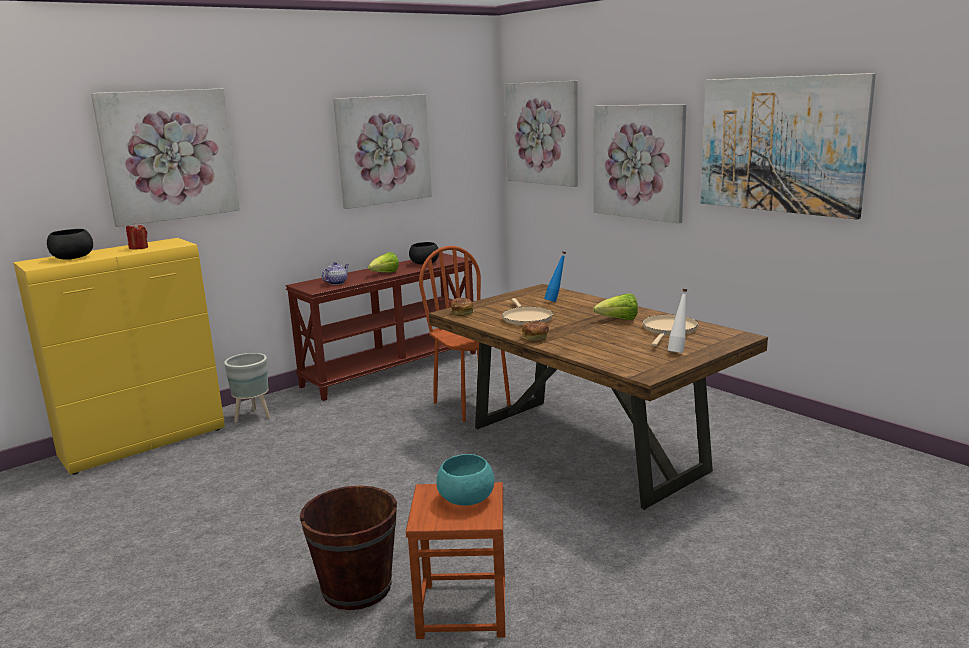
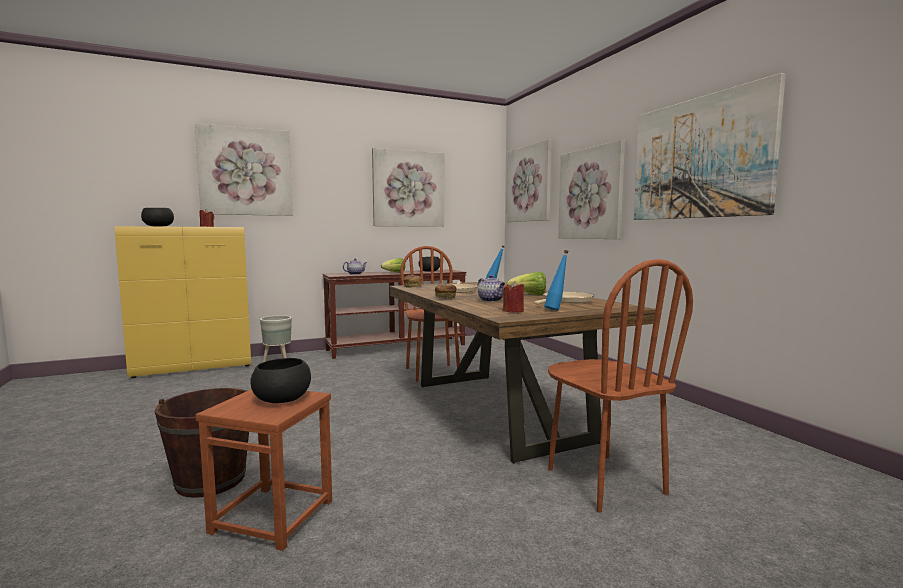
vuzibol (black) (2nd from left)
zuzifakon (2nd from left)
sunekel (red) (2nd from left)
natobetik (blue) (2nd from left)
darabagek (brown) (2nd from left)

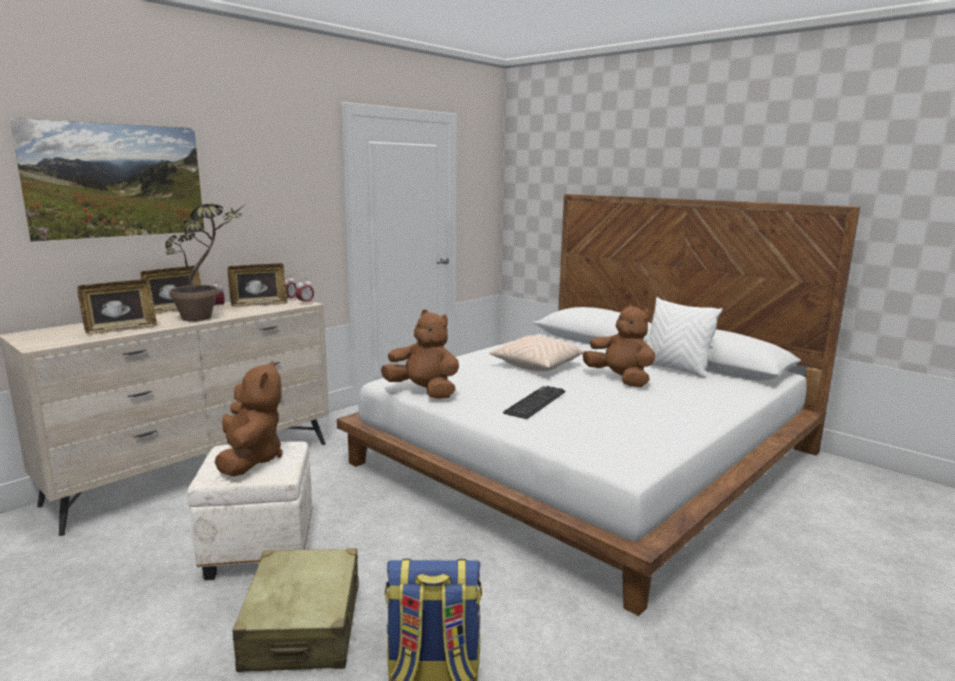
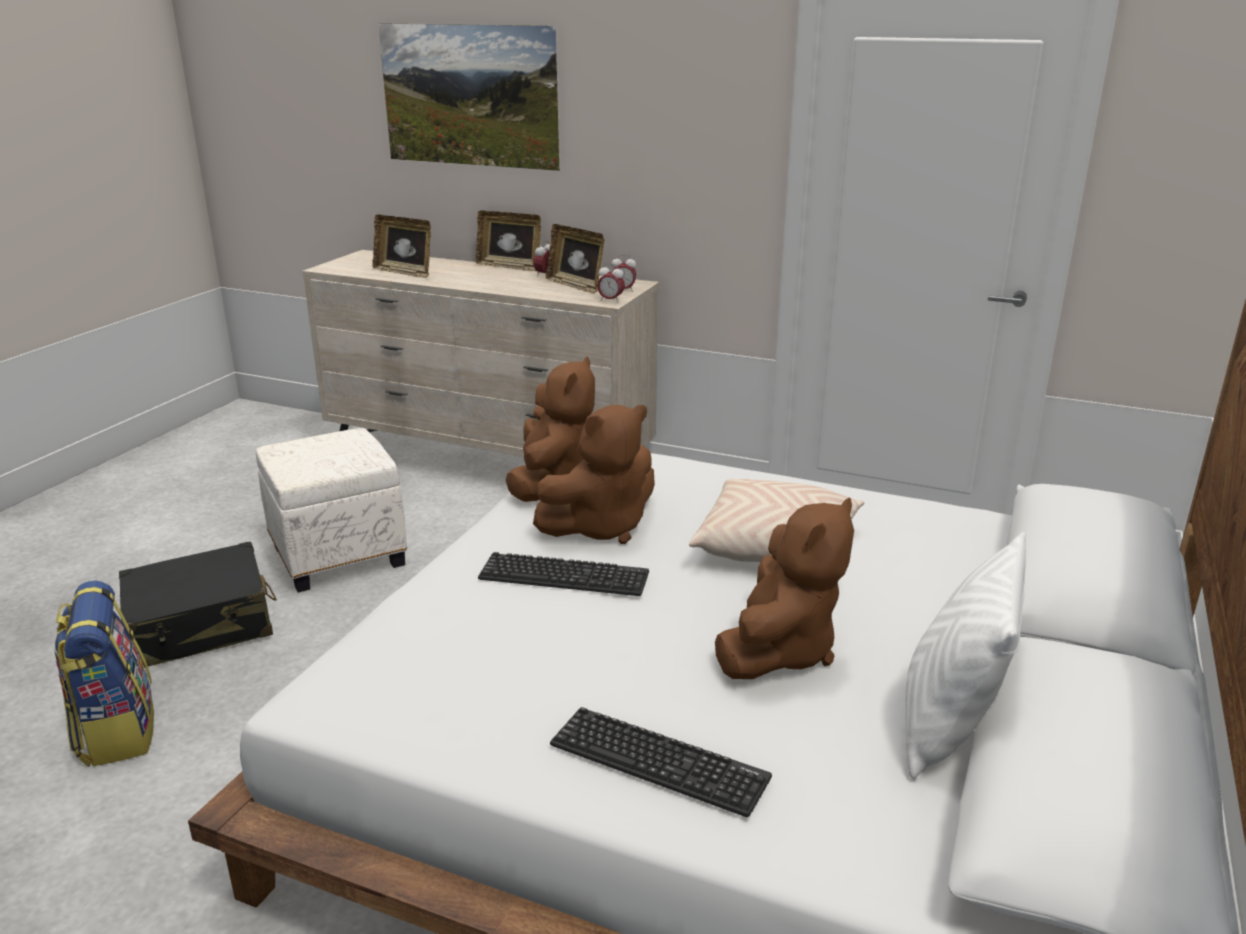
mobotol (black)
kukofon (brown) (2nd from left)
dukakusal (2nd from left)
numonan

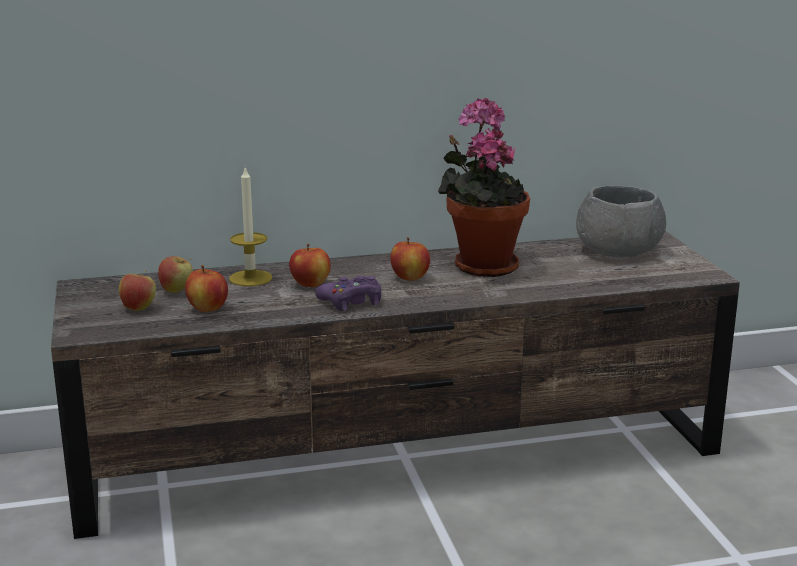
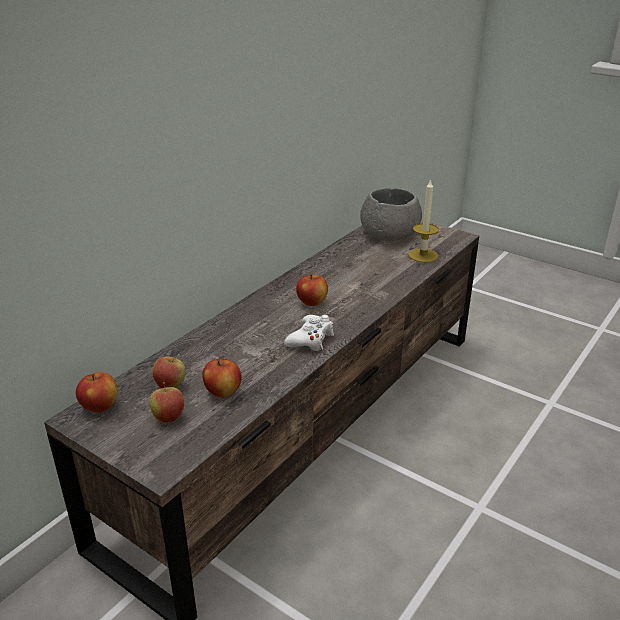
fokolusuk (1st from left)
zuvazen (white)
sunekel
numonan

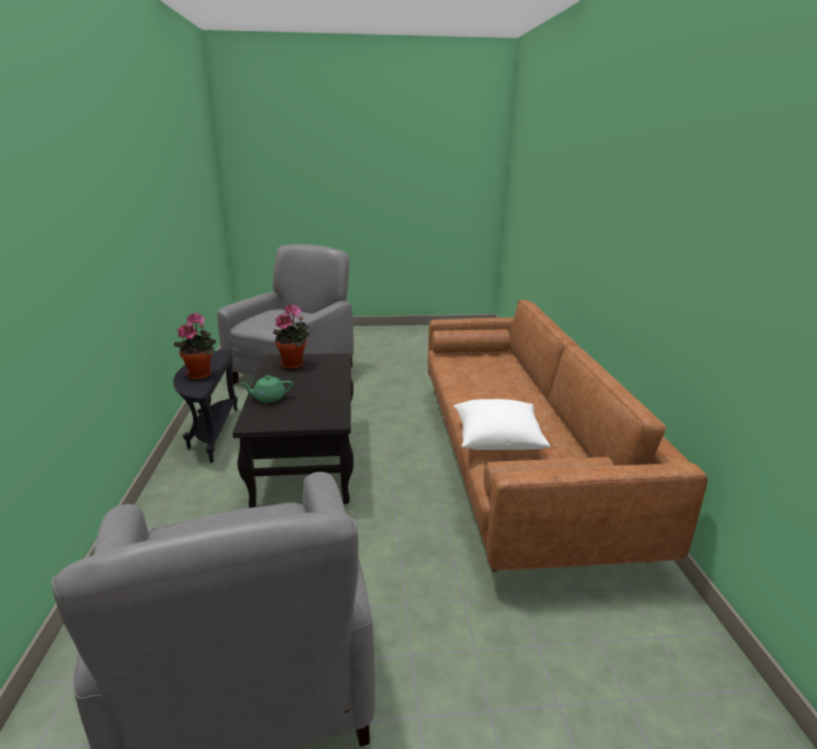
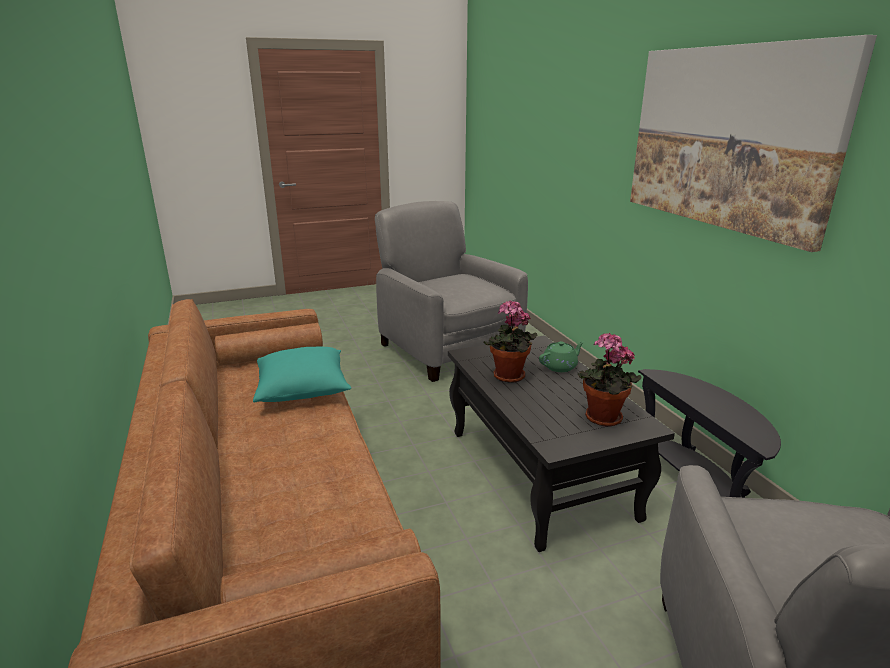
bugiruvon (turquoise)
numonan (1st from left)
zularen

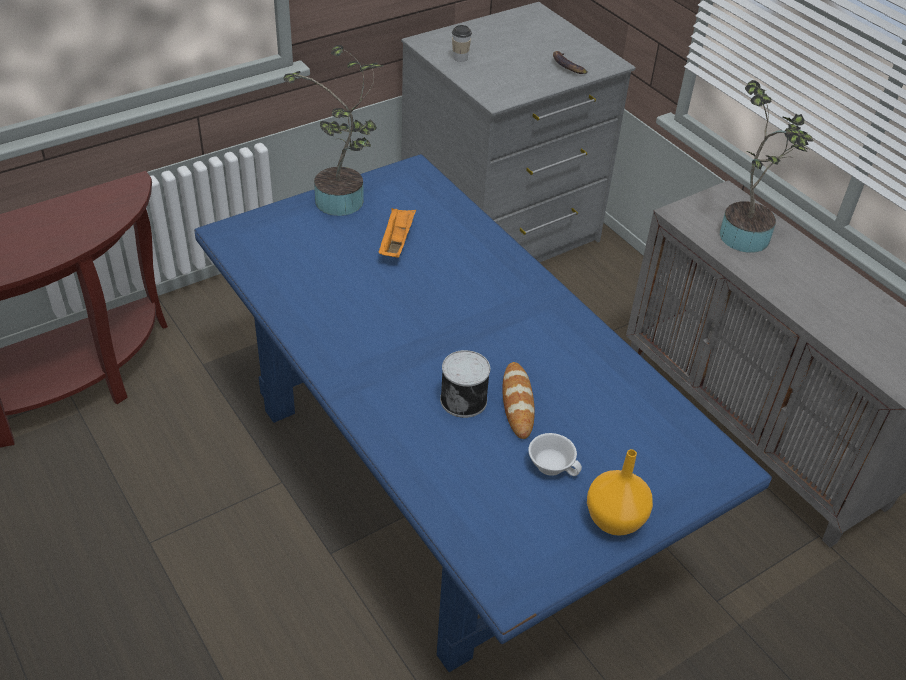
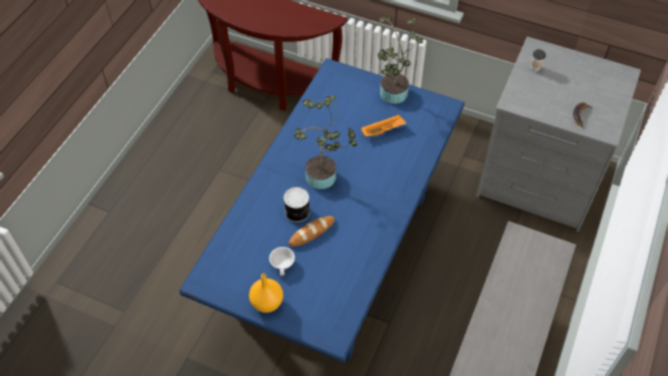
numonan (1st from left)

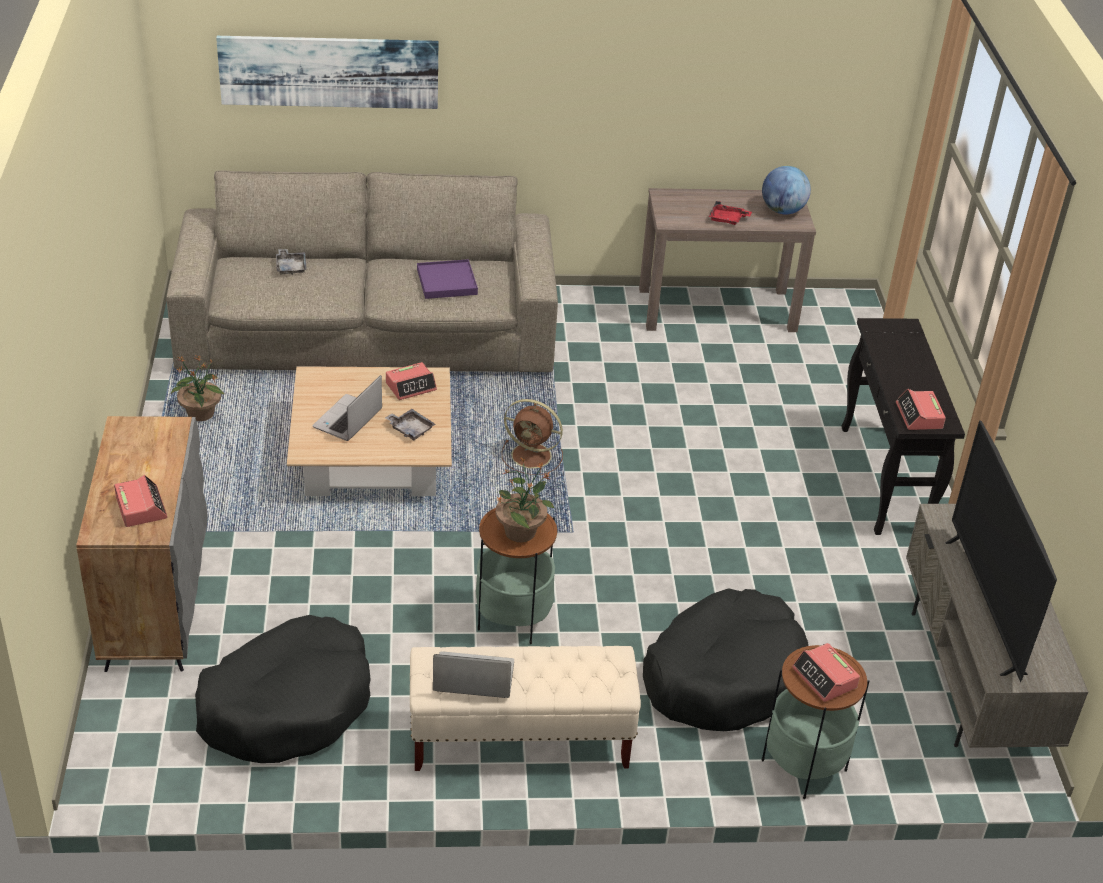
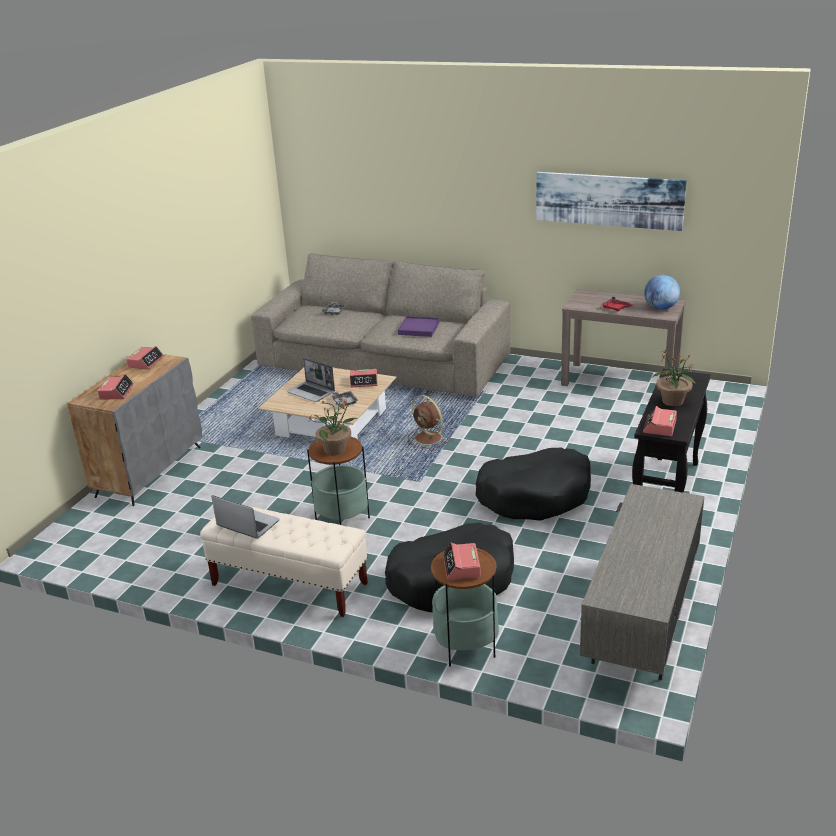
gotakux (2nd from left)
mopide (2nd from left)
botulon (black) (2nd from left)
zularen
numonan (2nd from left)
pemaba

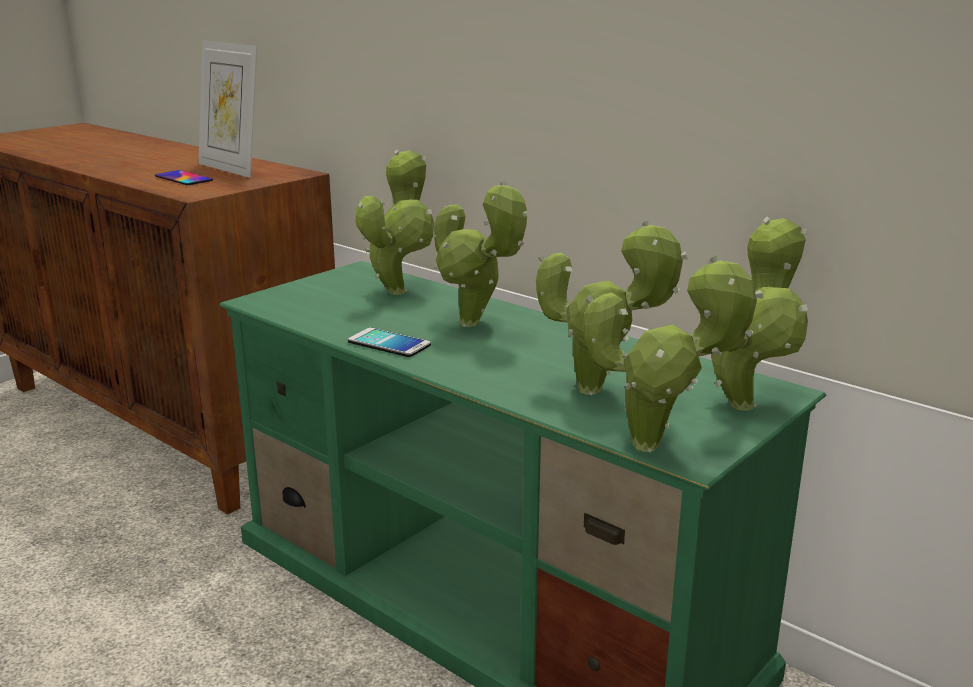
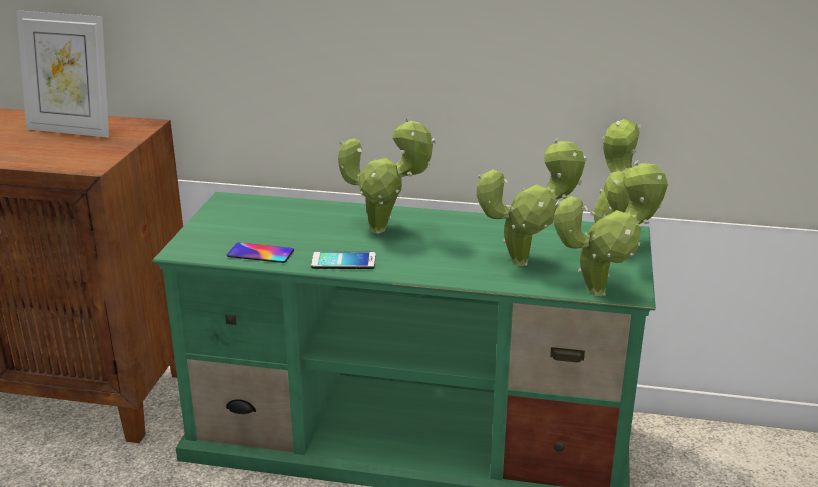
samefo (1st from left)
numonan (1st from left in the first image)

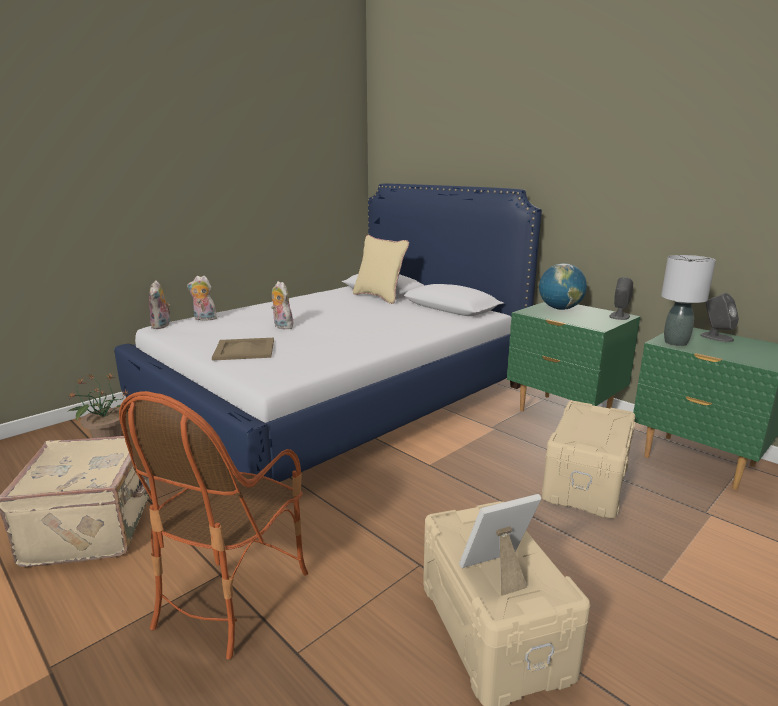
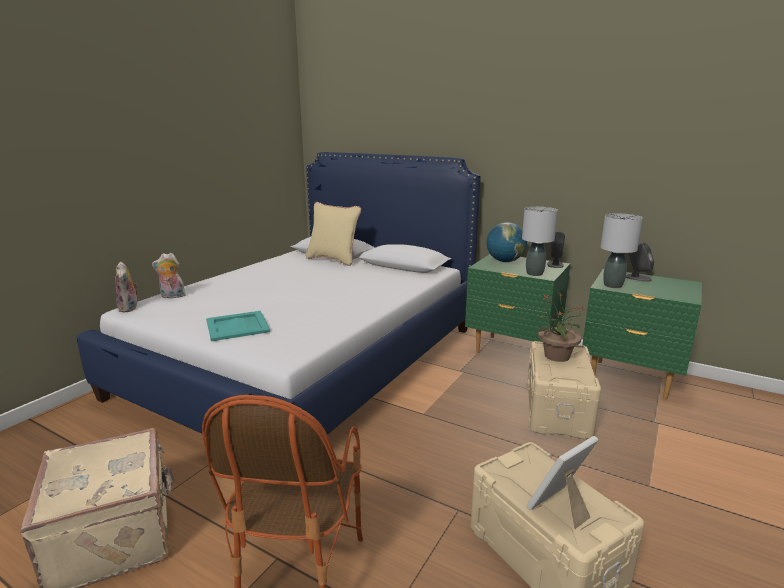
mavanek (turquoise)
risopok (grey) (1st from left)
numonan
kukofon (3rd from left in the first image)

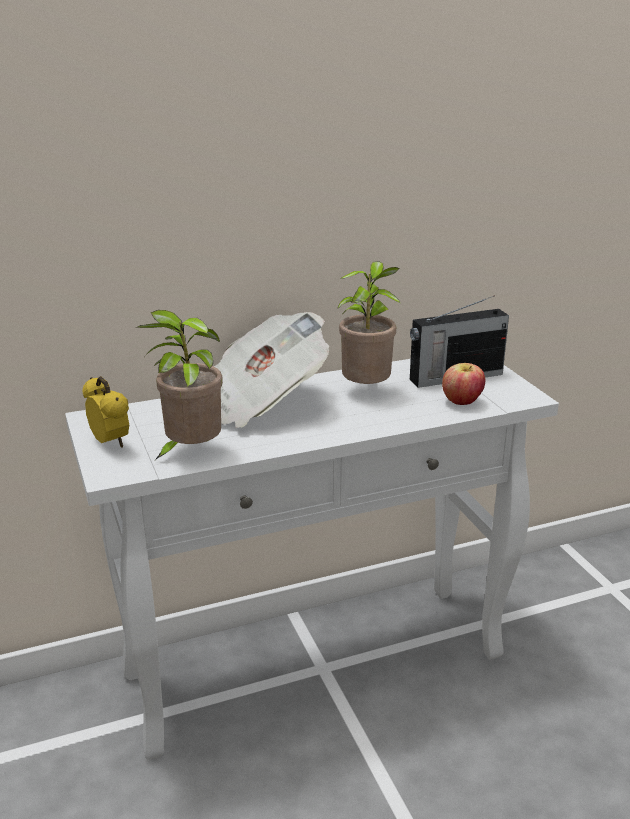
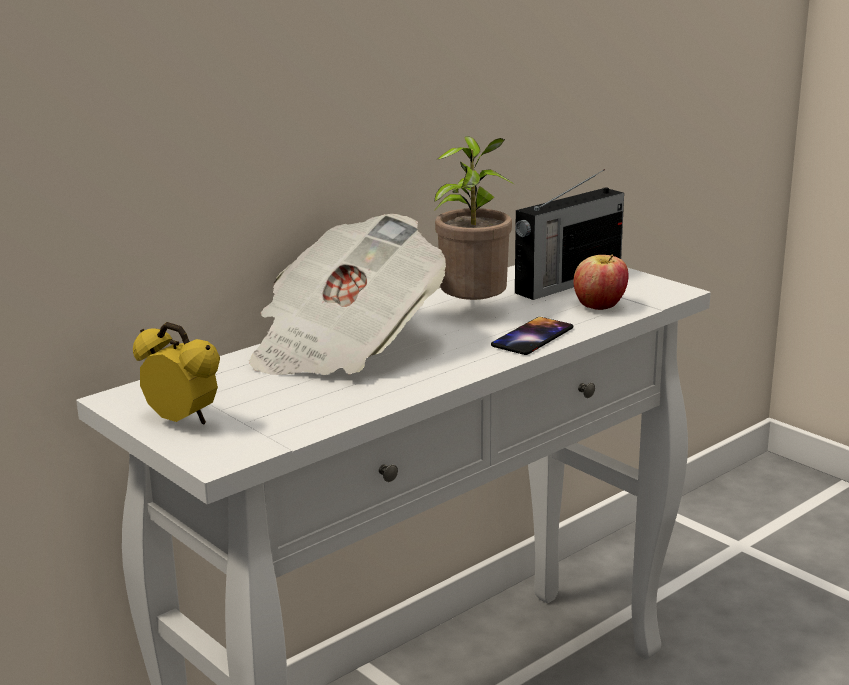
samefo
numonan (1st from left in the first image)

